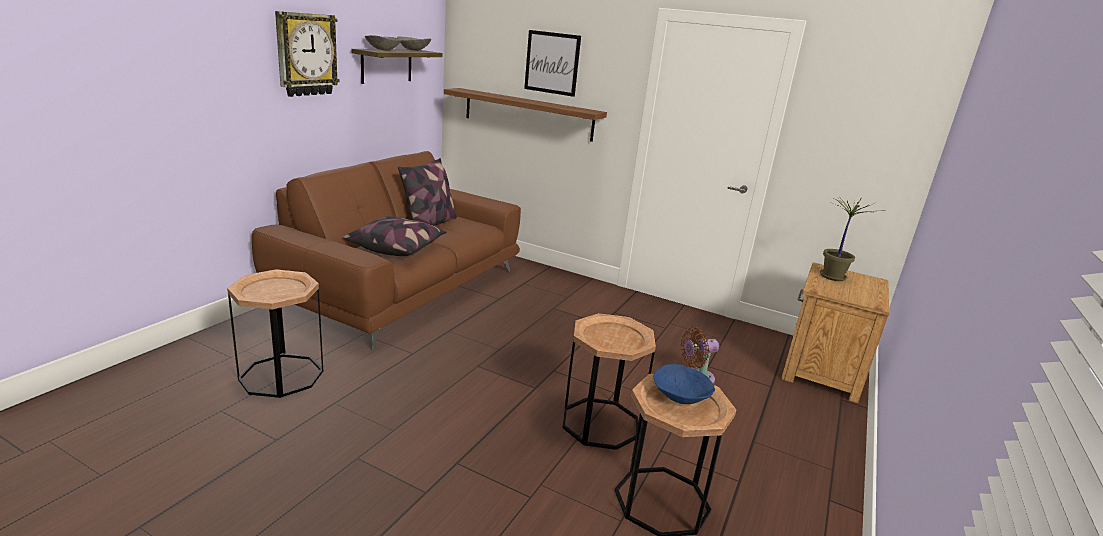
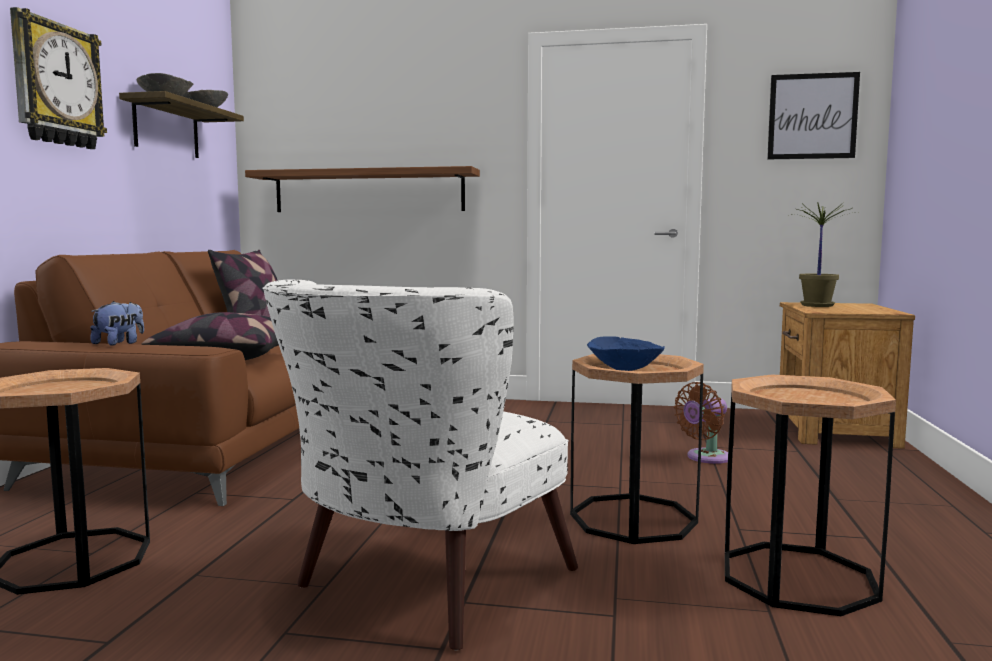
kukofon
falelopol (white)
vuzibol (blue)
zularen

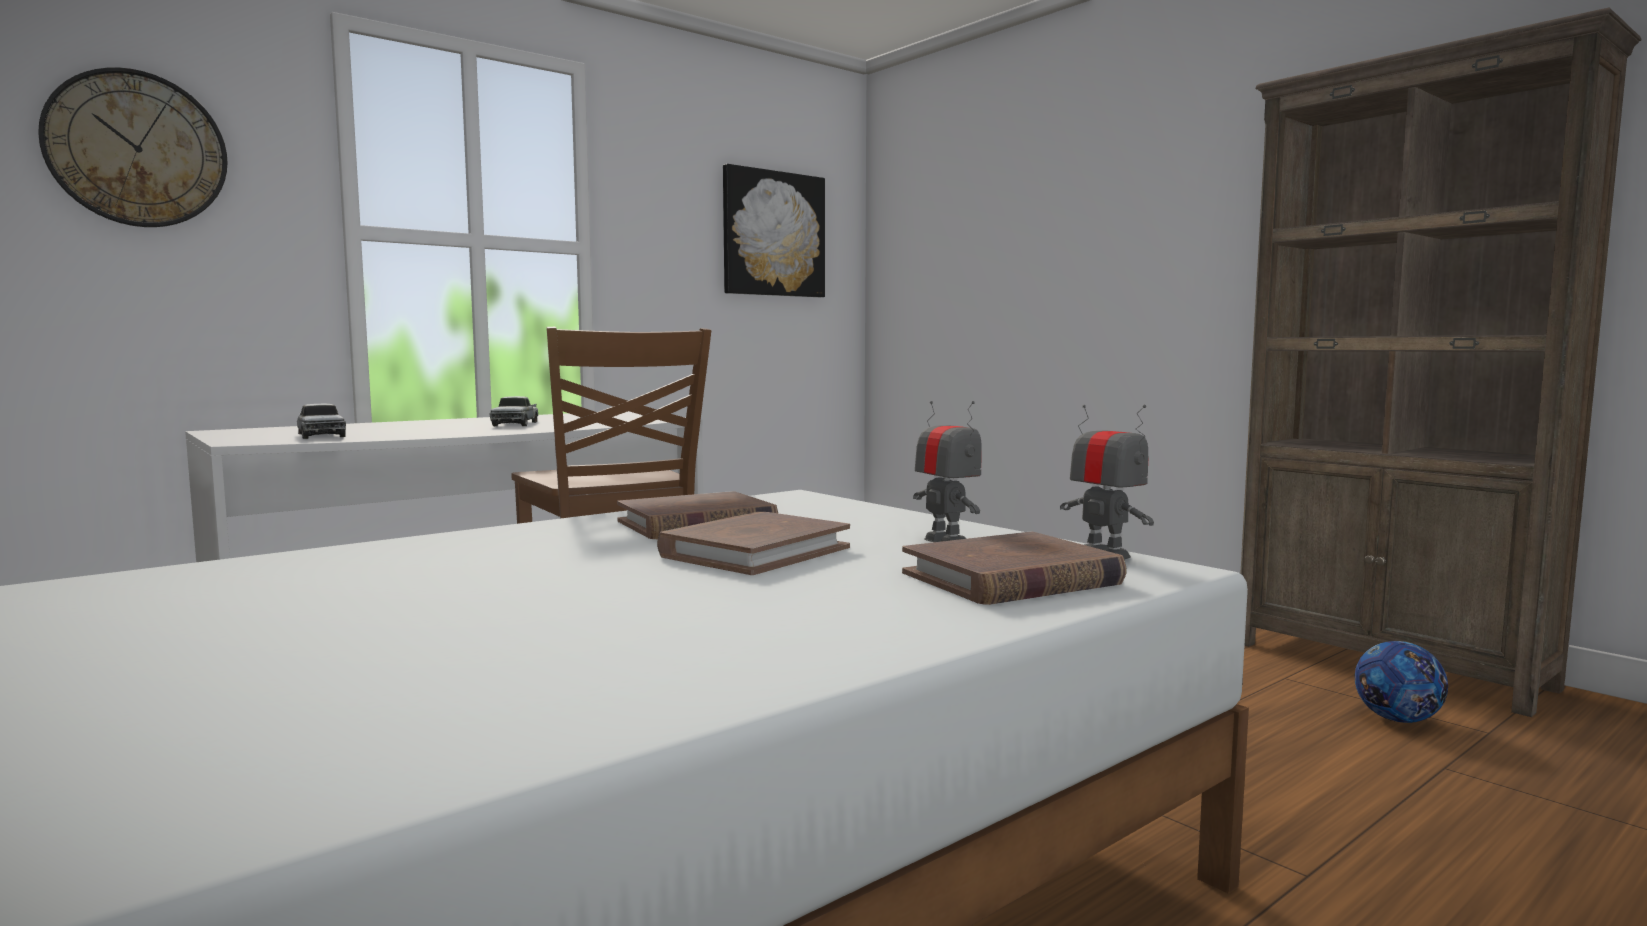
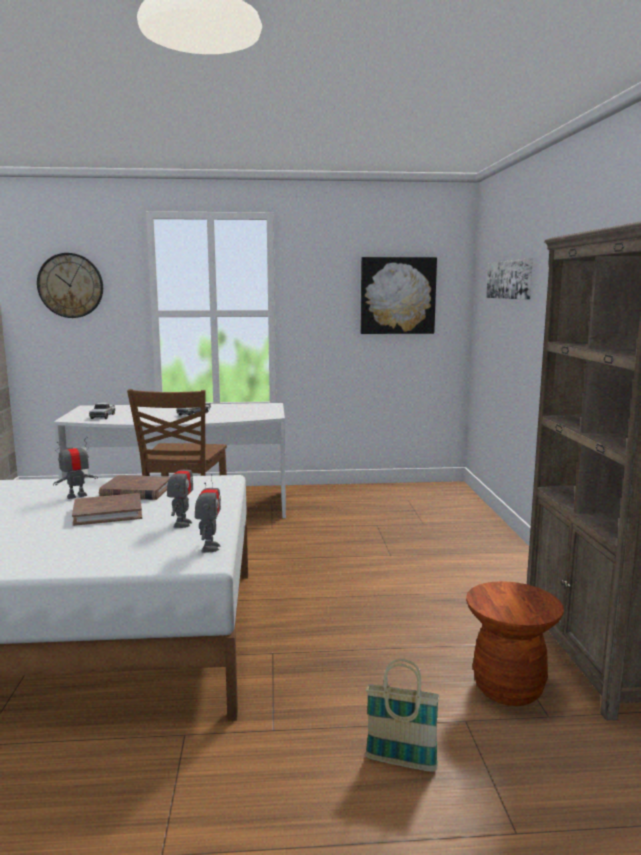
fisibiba (1st from left)
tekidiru
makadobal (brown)
zularen (2nd from left)
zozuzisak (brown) (3rd from left in the first image)

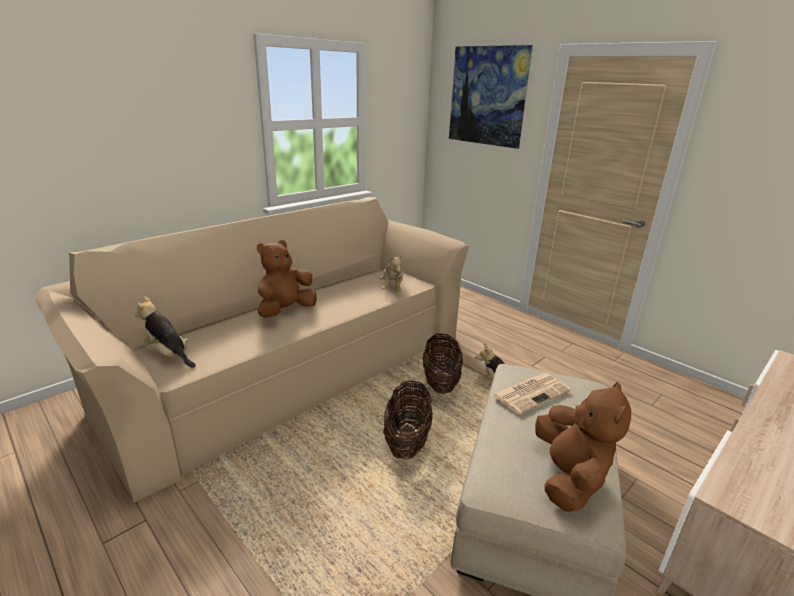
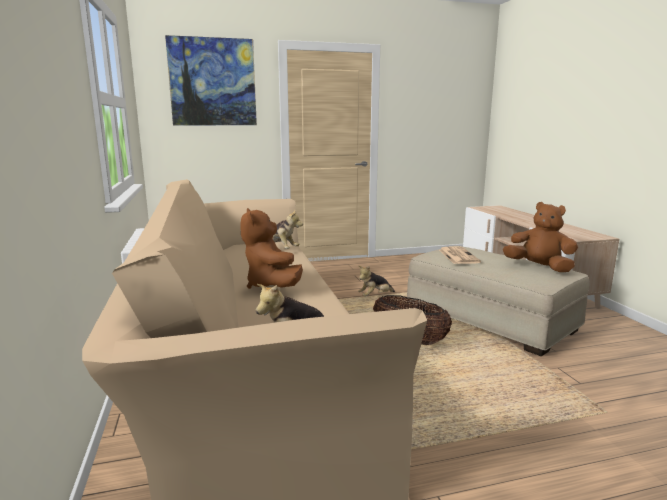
tekidiru (2nd from left in the first image)

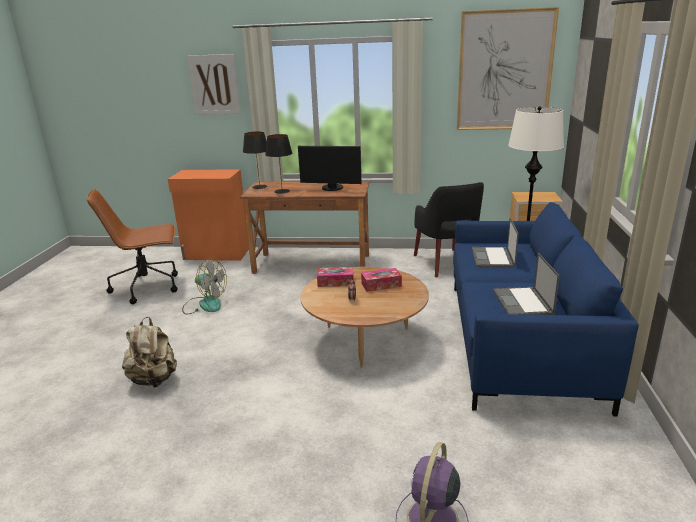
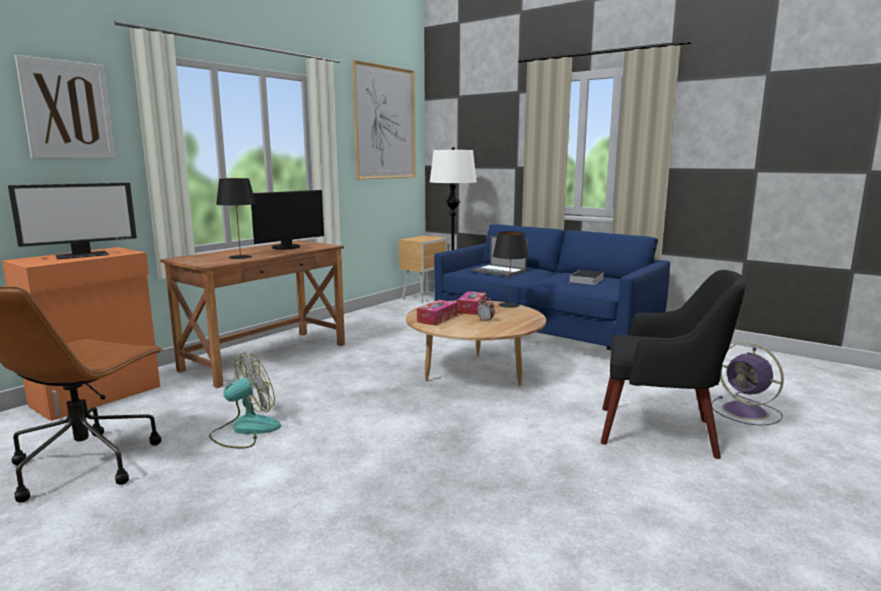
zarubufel (1st from left)
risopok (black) (2nd from left)
zozuzisak
falelopol (black)
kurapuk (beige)

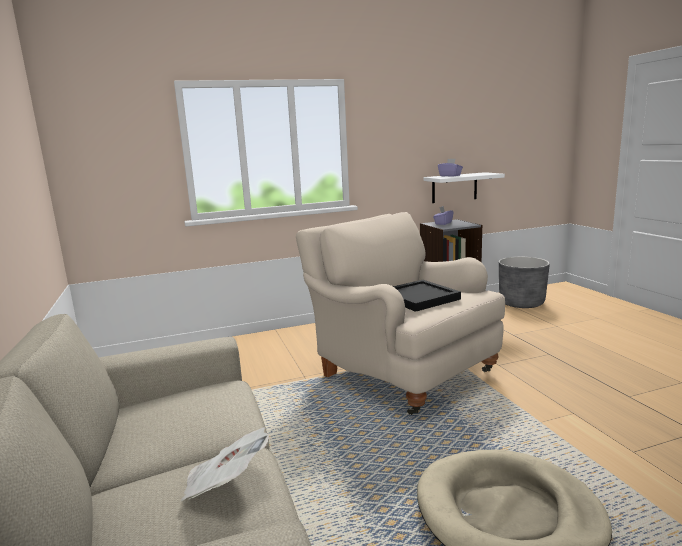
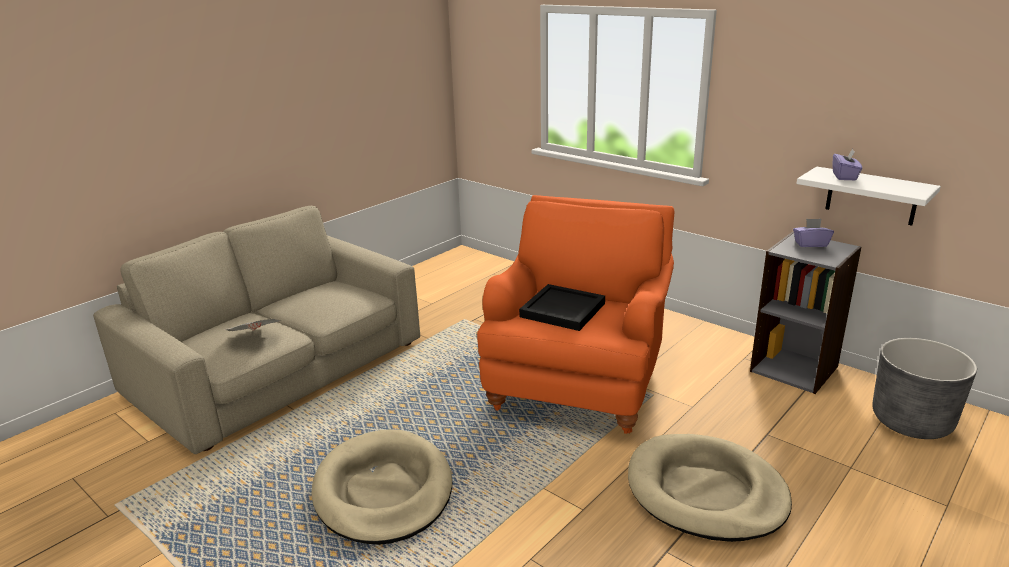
falelopol (orange)
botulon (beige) (2nd from left)

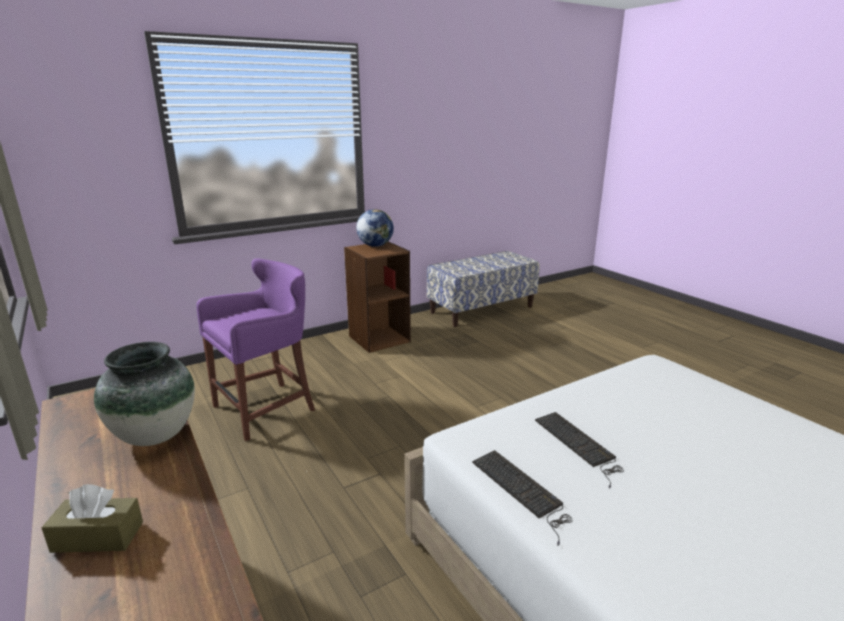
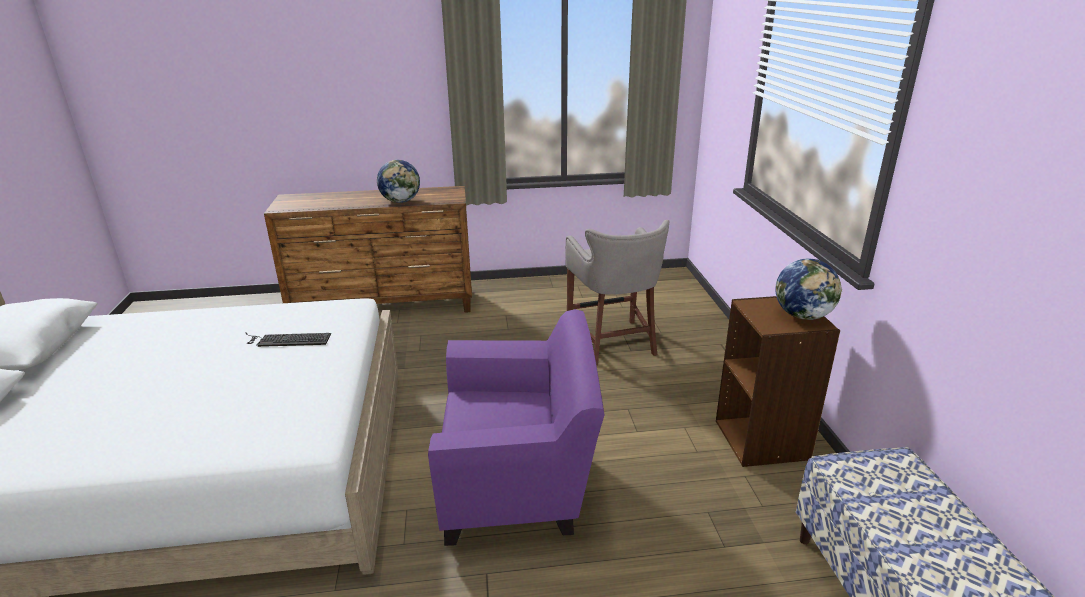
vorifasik (1st from left)
falelopol (purple)
makadobal (grey)
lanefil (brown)
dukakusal (1st from left in the first image)

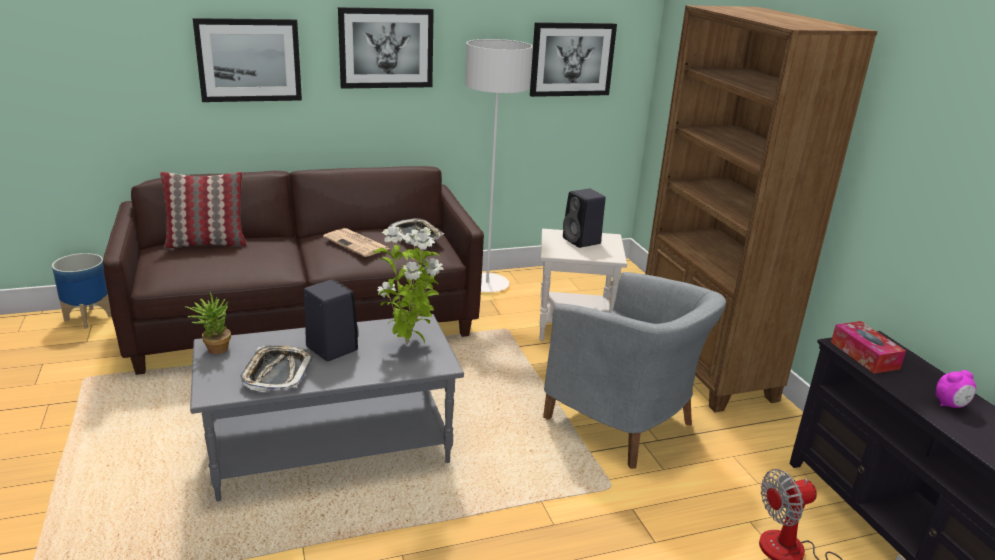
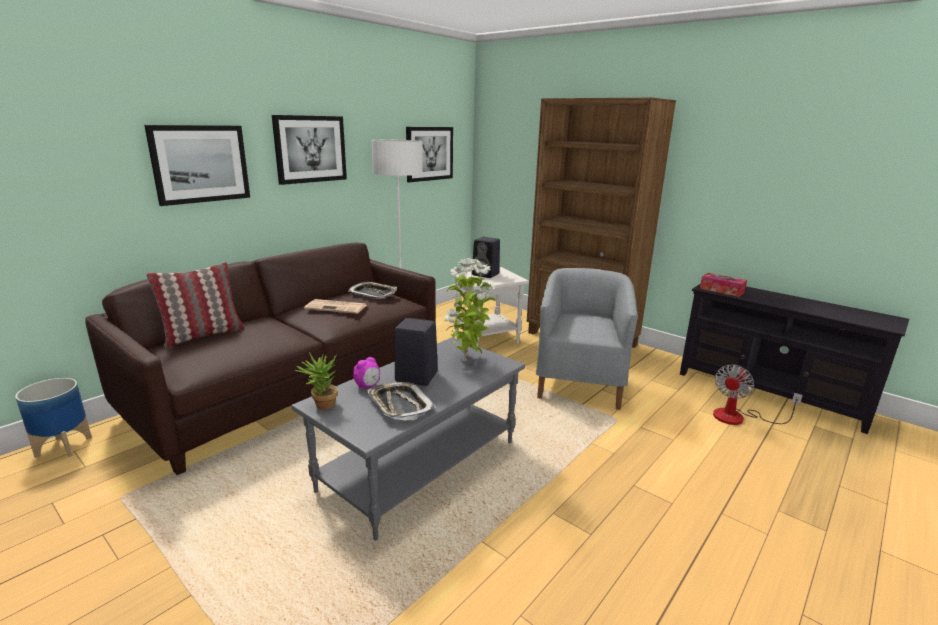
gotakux
falelopol (grey)

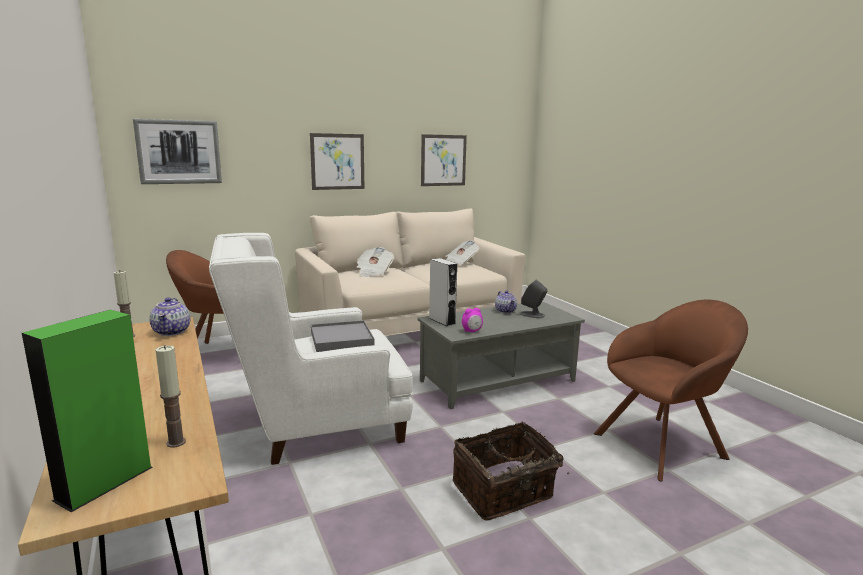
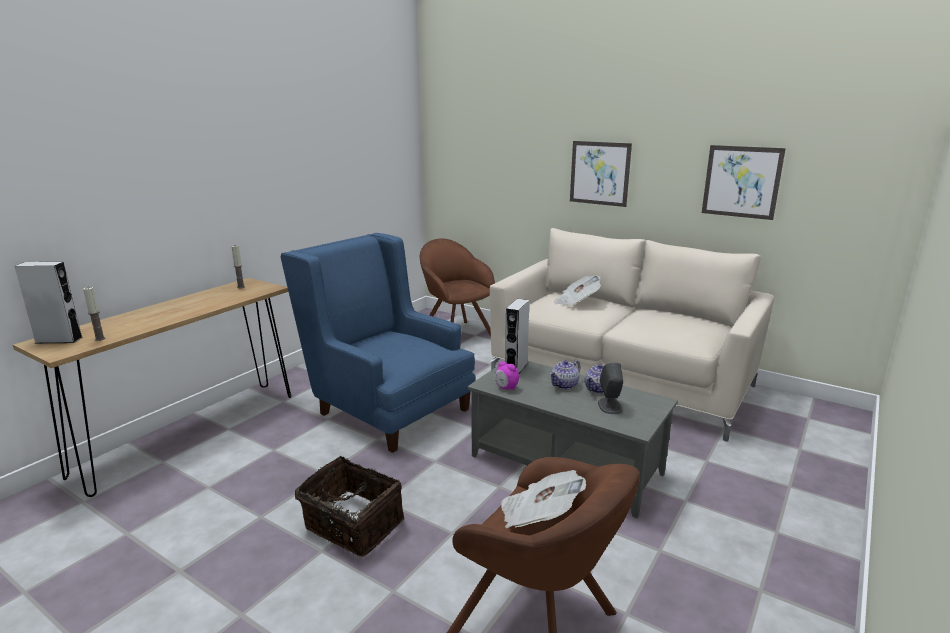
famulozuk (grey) (1st from left)
falelopol (blue)
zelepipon (1st from left)
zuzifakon (1st from left)
zularen (1st from left in the first image)
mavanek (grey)

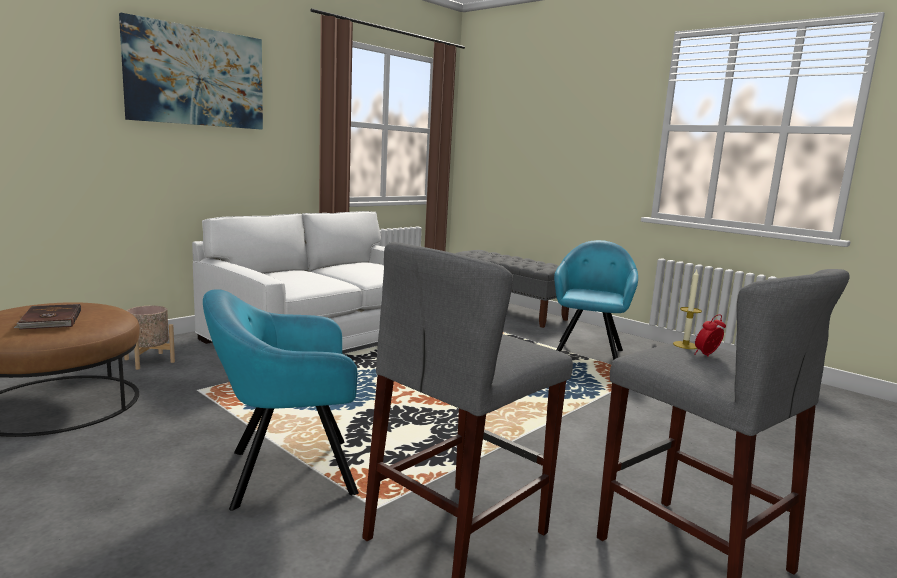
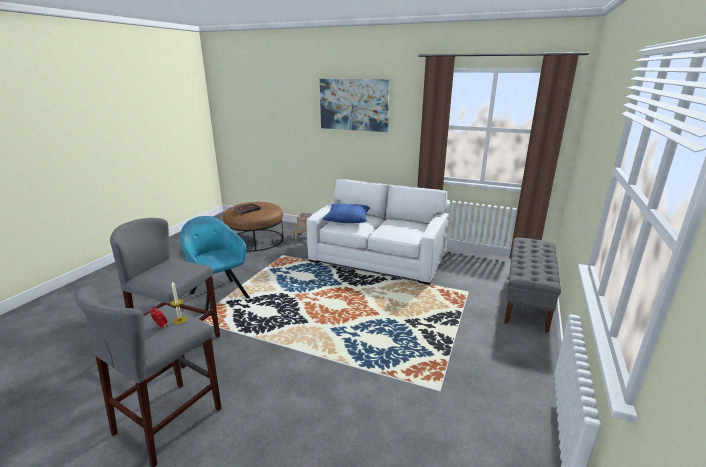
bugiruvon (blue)
falelopol (turquoise) (2nd from left in the first image)

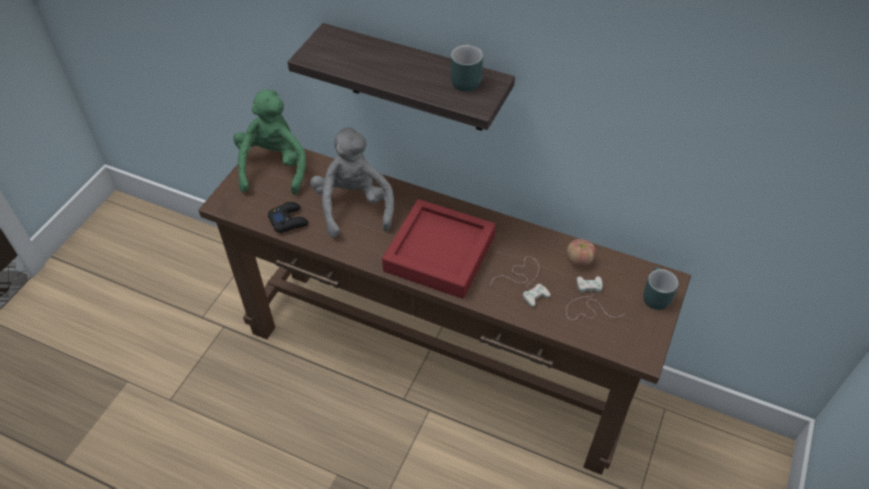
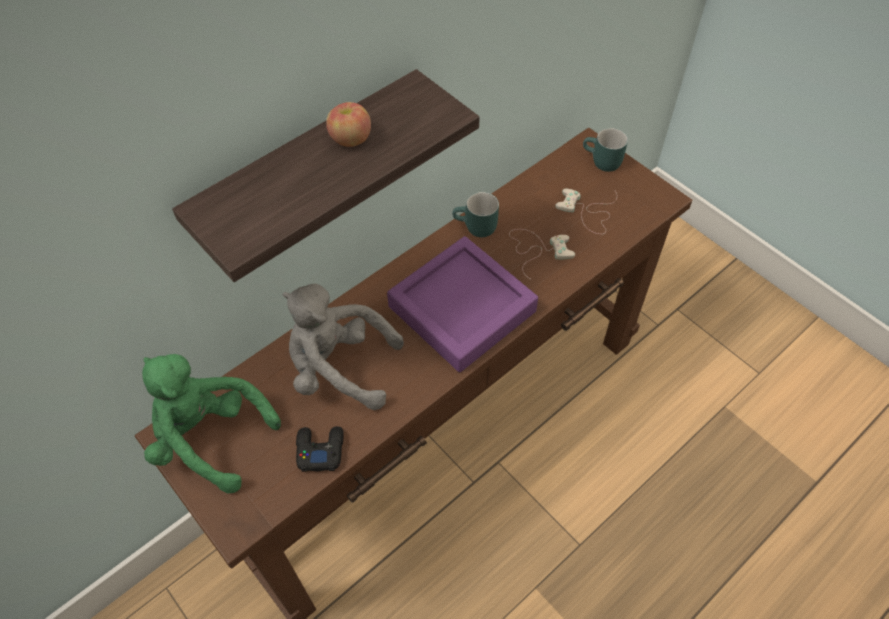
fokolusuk
mavanek (purple)
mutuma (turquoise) (1st from left)

